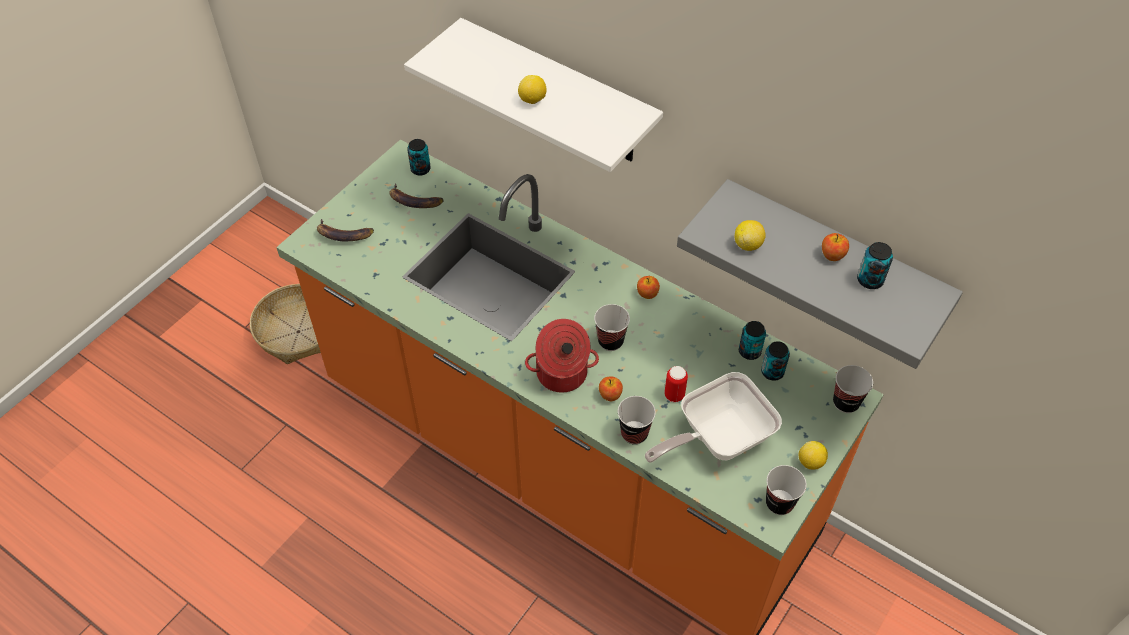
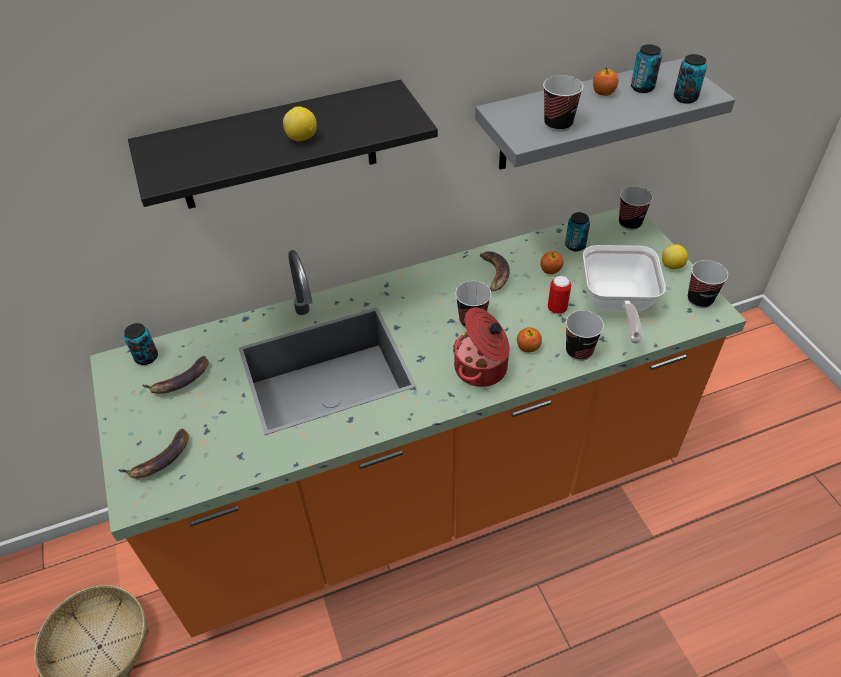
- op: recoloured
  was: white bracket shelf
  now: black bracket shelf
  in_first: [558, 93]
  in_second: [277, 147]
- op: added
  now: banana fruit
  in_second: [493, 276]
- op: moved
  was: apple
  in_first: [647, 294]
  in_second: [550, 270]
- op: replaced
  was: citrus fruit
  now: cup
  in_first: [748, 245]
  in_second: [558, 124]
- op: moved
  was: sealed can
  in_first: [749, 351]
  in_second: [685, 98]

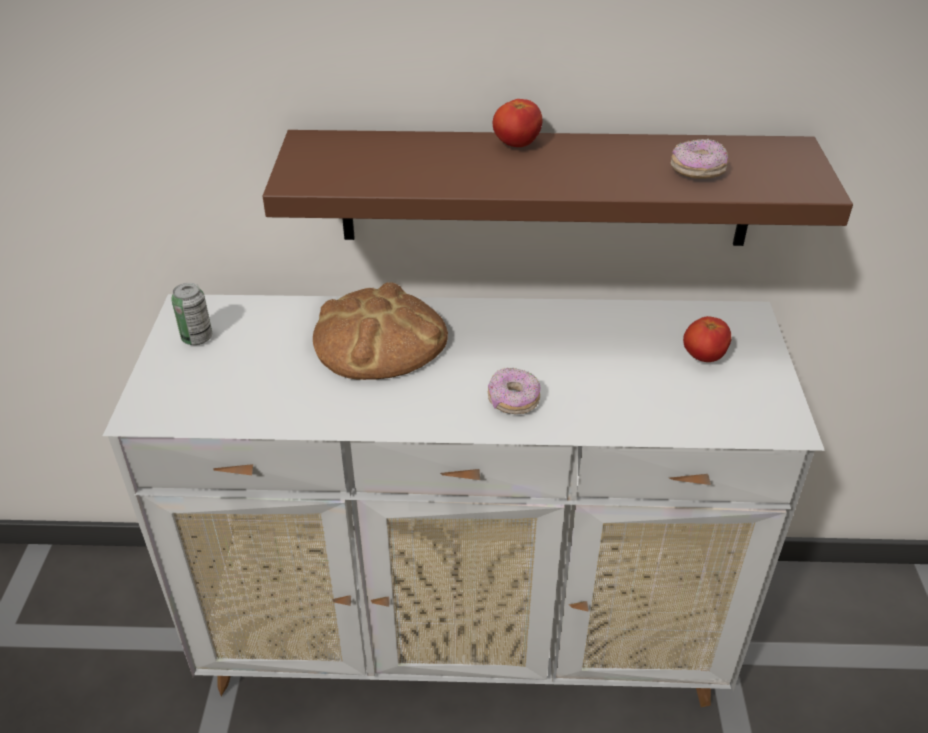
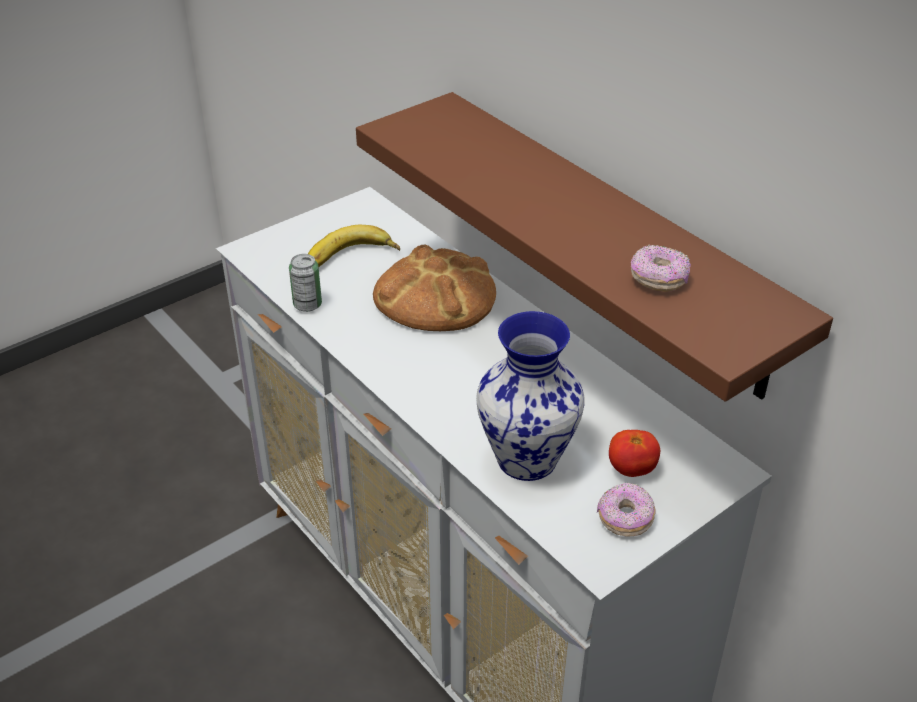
- op: moved
  was: sealed can
  in_first: [197, 338]
  in_second: [307, 305]
- op: added
  now: banana fruit
  in_second: [351, 259]
- op: added
  now: decorative vase
  in_second: [528, 460]
- op: moved
  was: doughnut
  in_first: [513, 400]
  in_second: [624, 519]
- op: removed
  was: fresh tomato
  in_first: [516, 145]

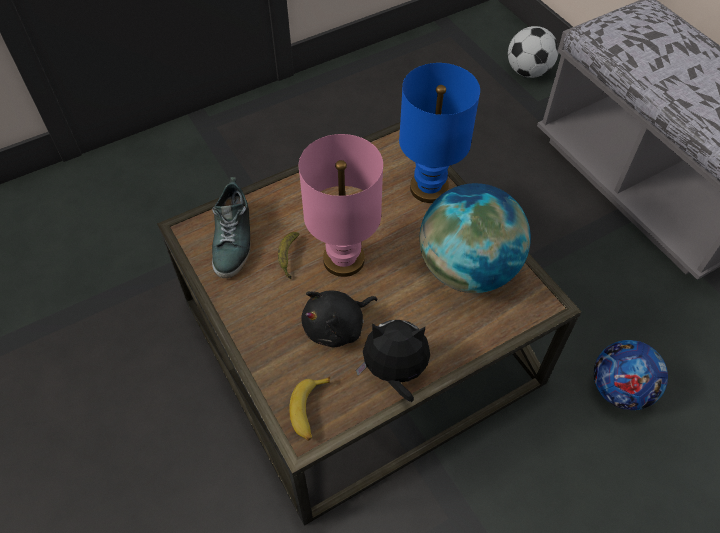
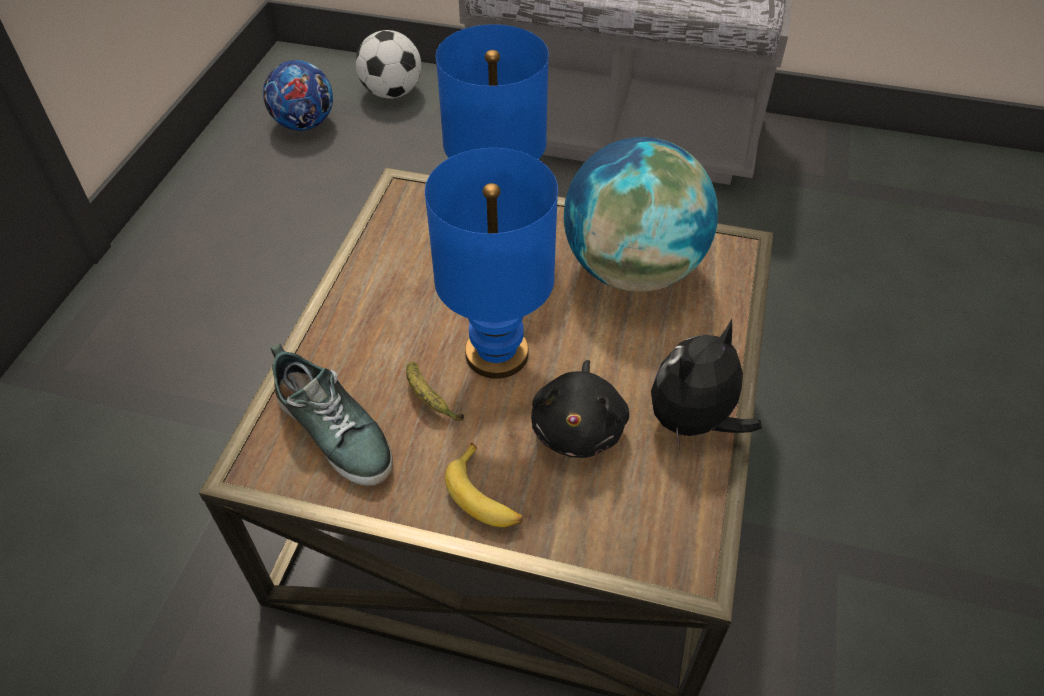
- op: moved
  was: football
  in_first: [619, 390]
  in_second: [304, 124]
- op: recoloured
  was: pink-coloured tabletop lamp
  now: blue-coloured tabletop lamp
  in_first: [343, 259]
  in_second: [495, 354]
- op: moved
  was: banana fruit
  in_first: [310, 411]
  in_second: [485, 496]

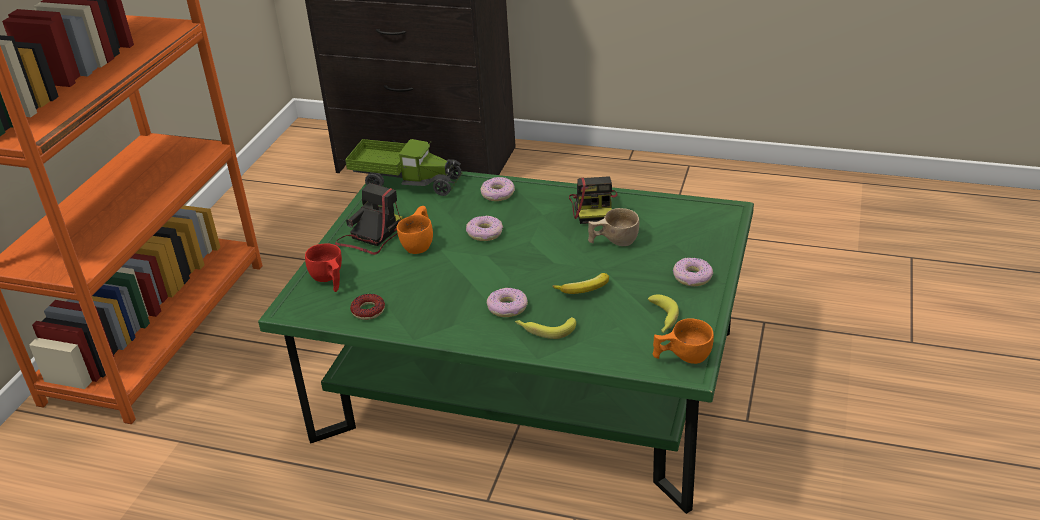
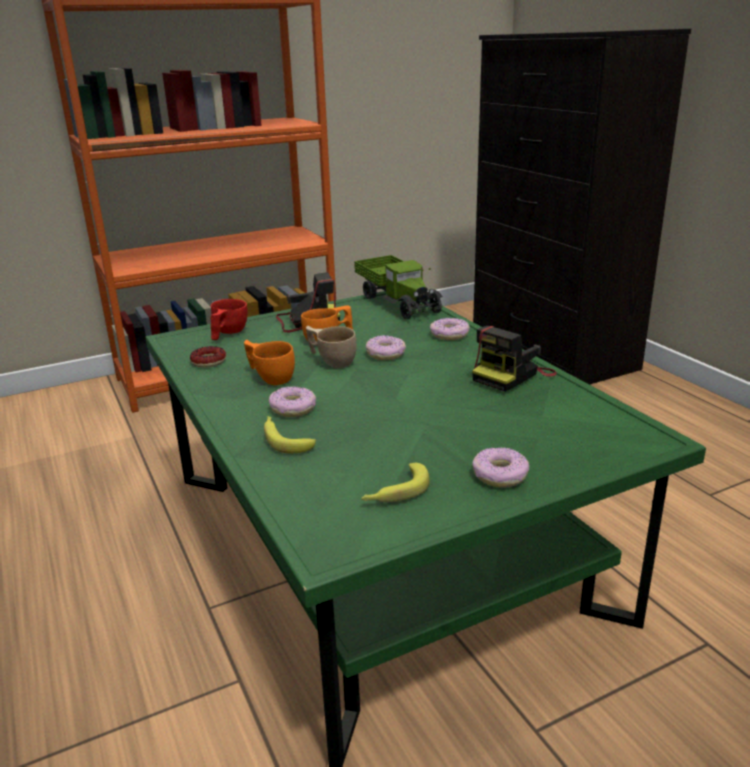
- op: moved
  was: orangey cup
  in_first: [682, 357]
  in_second: [270, 377]
- op: moved
  was: beige cup
  in_first: [613, 241]
  in_second: [331, 361]
- op: removed
  was: banana fruit
  in_first: [584, 289]

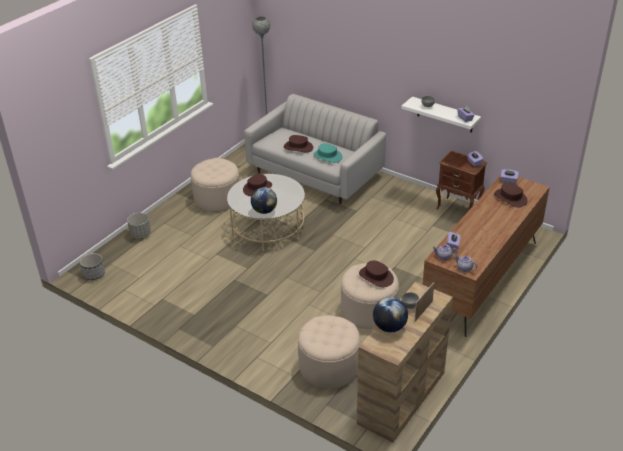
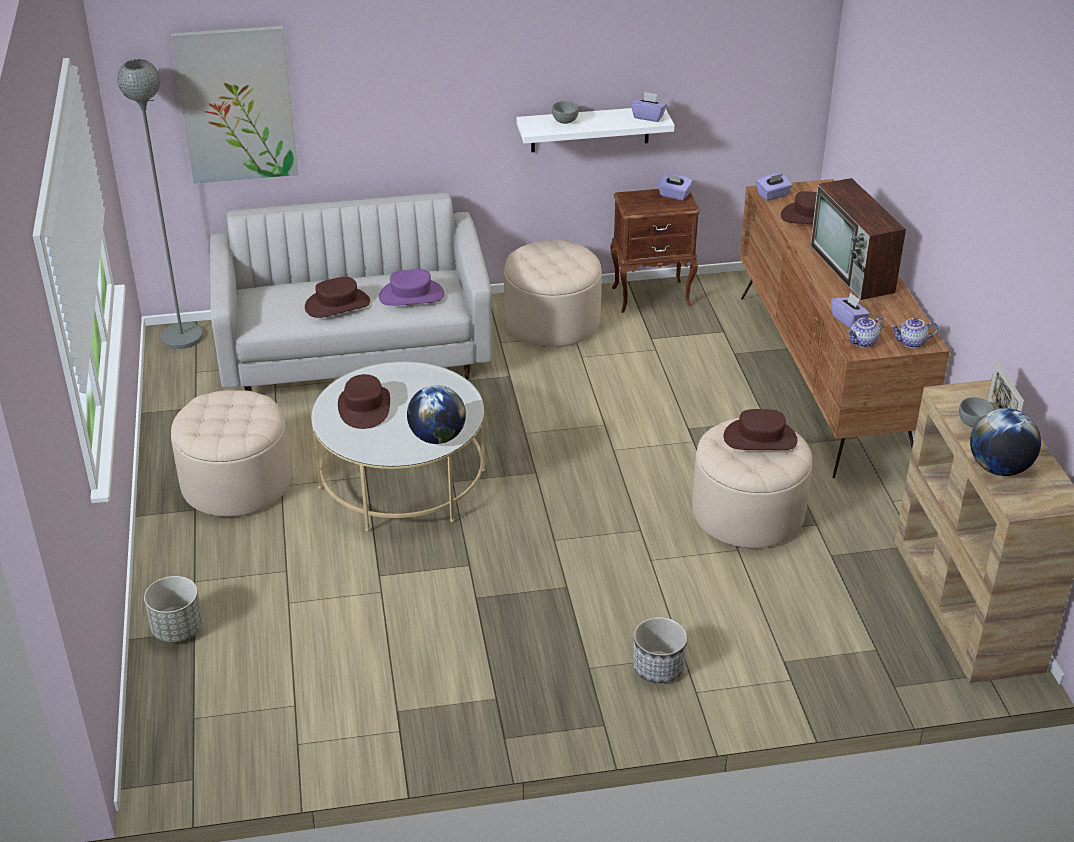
- op: added
  now: wall picture
  in_second: [237, 105]
- op: recoloured
  was: blue-green hat
  now: purple-coloured hat
  in_first: [327, 156]
  in_second: [411, 296]
- op: moved
  was: beige ottoman
  in_first: [329, 366]
  in_second: [552, 322]
- op: moved
  was: plant pot
  in_first: [94, 274]
  in_second: [658, 668]
- op: added
  now: TV
  in_second: [853, 270]

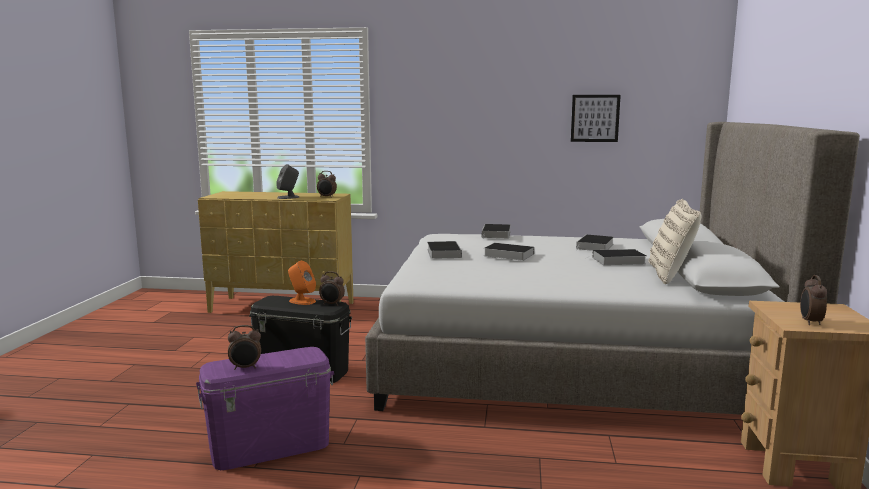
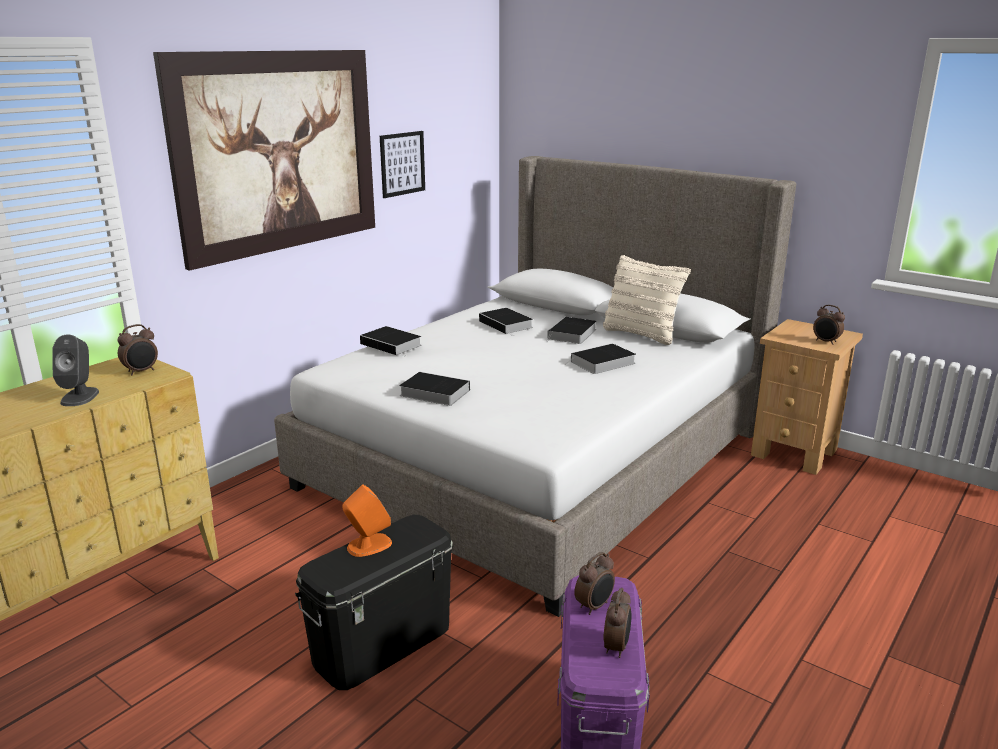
- op: added
  now: wall picture
  in_second: [278, 152]
- op: moved
  was: bound book
  in_first: [507, 255]
  in_second: [601, 363]
- op: moved
  was: bedside clock
  in_first: [332, 304]
  in_second: [594, 606]

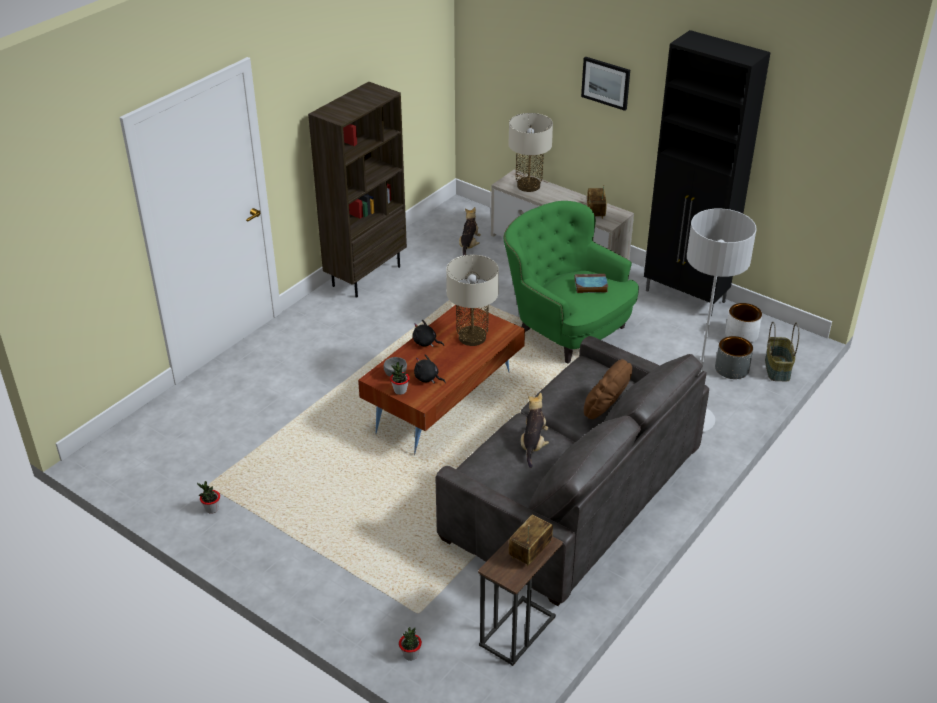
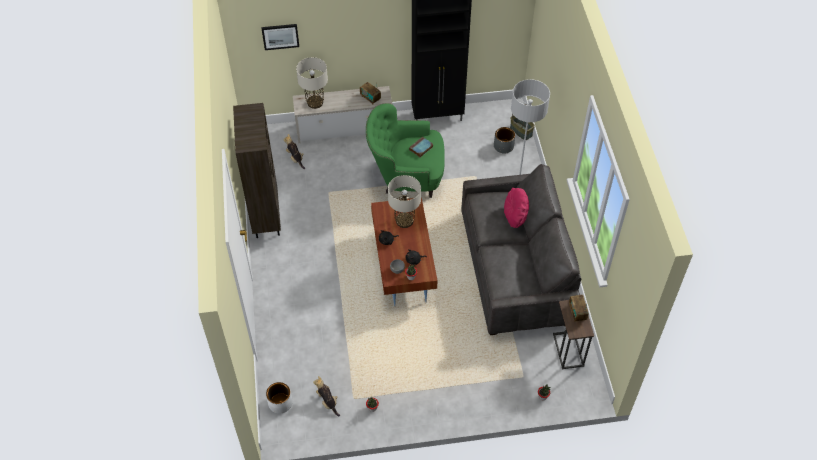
- op: moved
  was: wall picture
  in_first: [606, 83]
  in_second: [280, 36]
- op: moved
  was: white plant pot
  in_first: [741, 335]
  in_second: [280, 403]
- op: moved
  was: cuddly toy
  in_first: [533, 444]
  in_second: [327, 401]
- op: recoloured
  was: brown-coloured cushion
  now: pink-coloured cushion
  in_first: [606, 412]
  in_second: [515, 218]

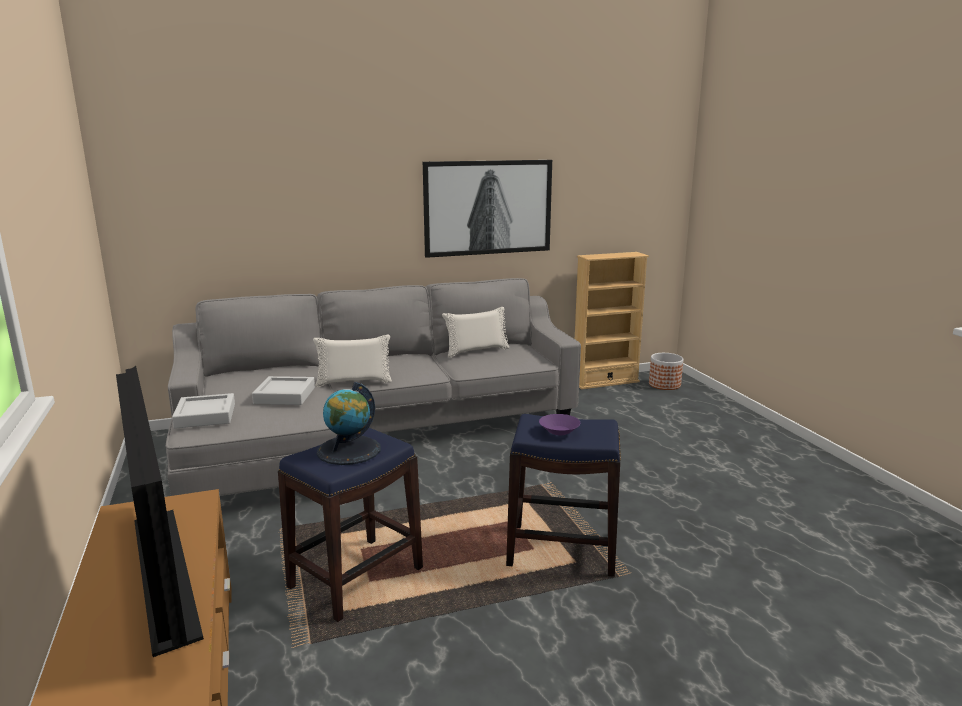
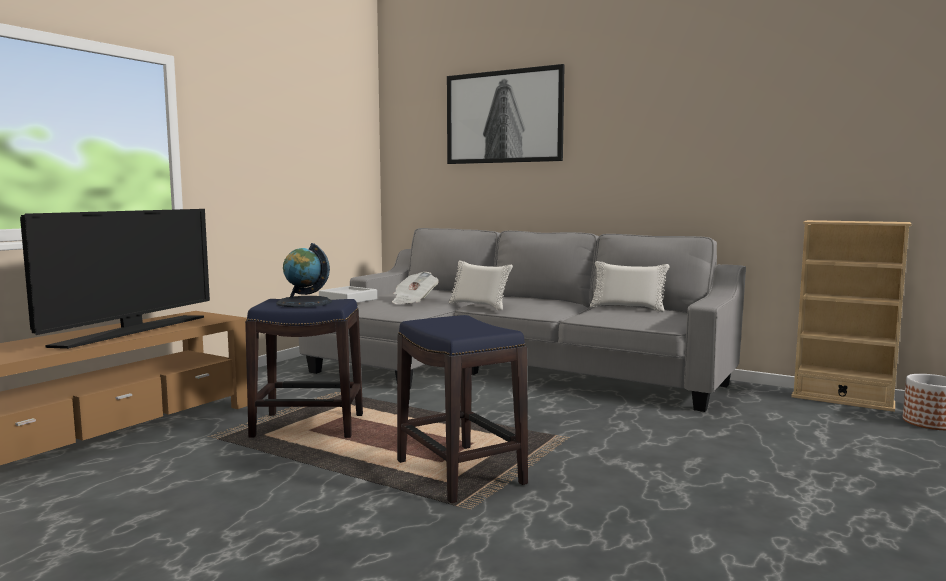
- op: replaced
  was: gray tray
  now: daily paper
  in_first: [285, 395]
  in_second: [413, 301]
- op: moved
  was: wall picture
  in_first: [488, 207]
  in_second: [503, 117]
- op: removed
  was: purple-coloured bowl
  in_first: [559, 432]

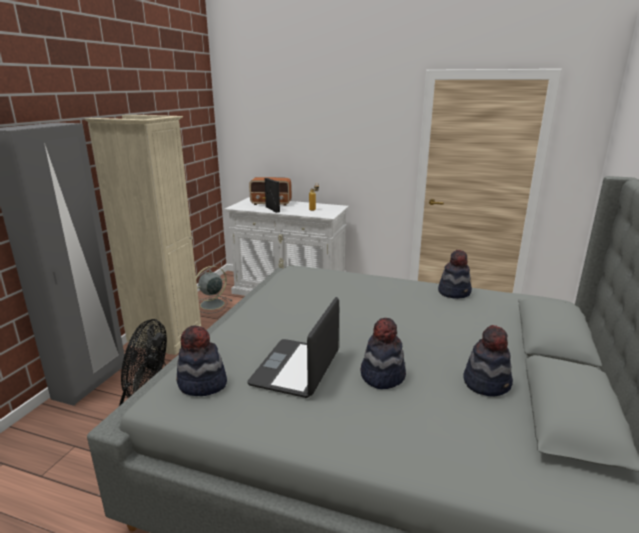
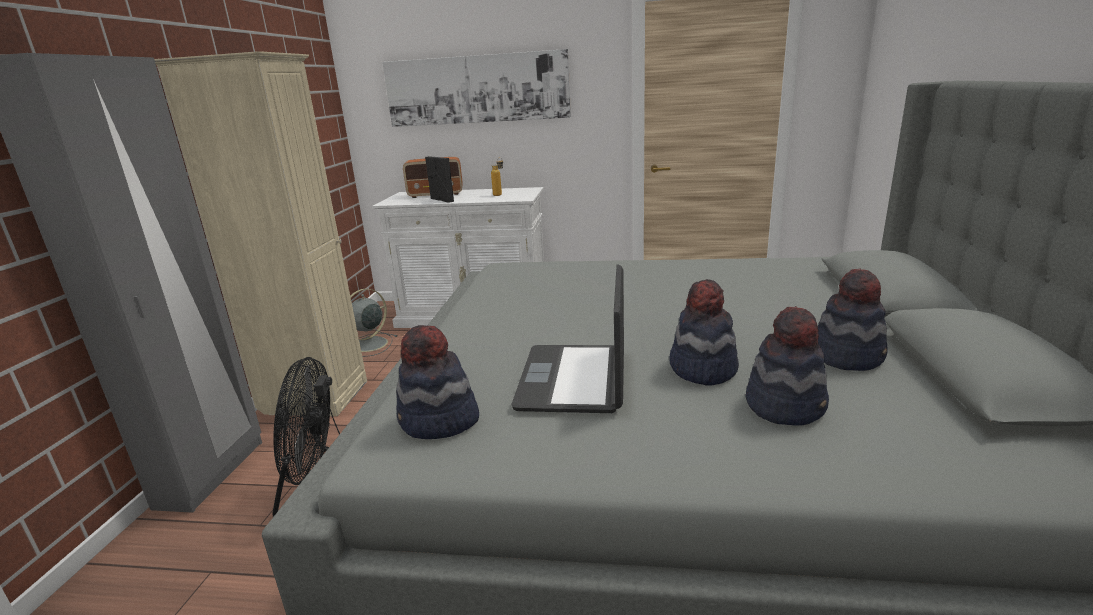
- op: added
  now: wall picture
  in_second: [477, 89]
- op: moved
  was: hat
  in_first: [454, 292]
  in_second: [785, 405]

